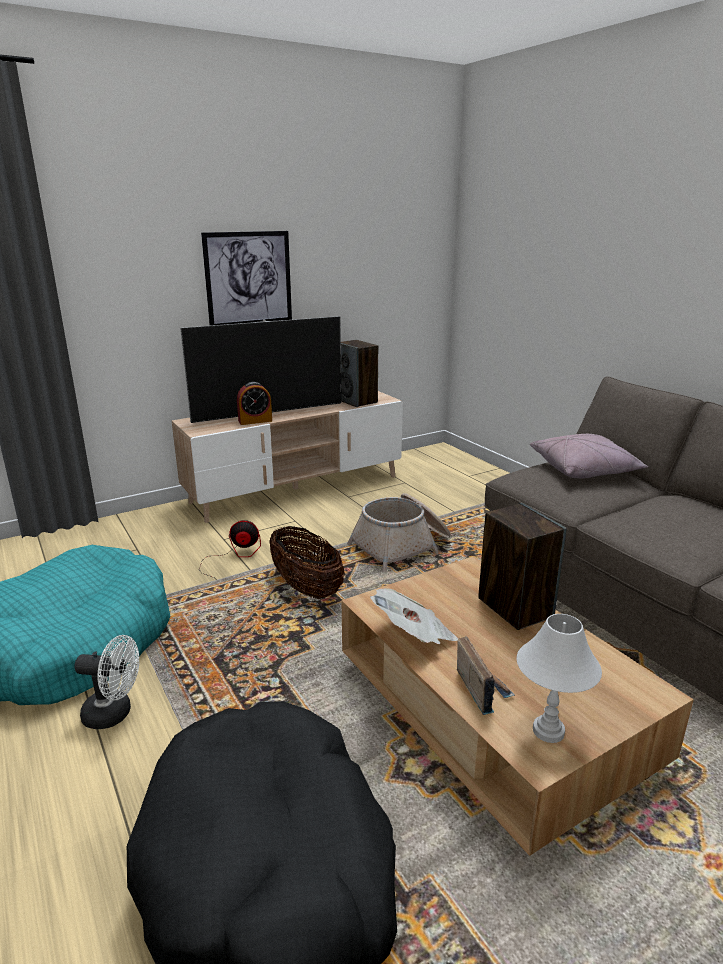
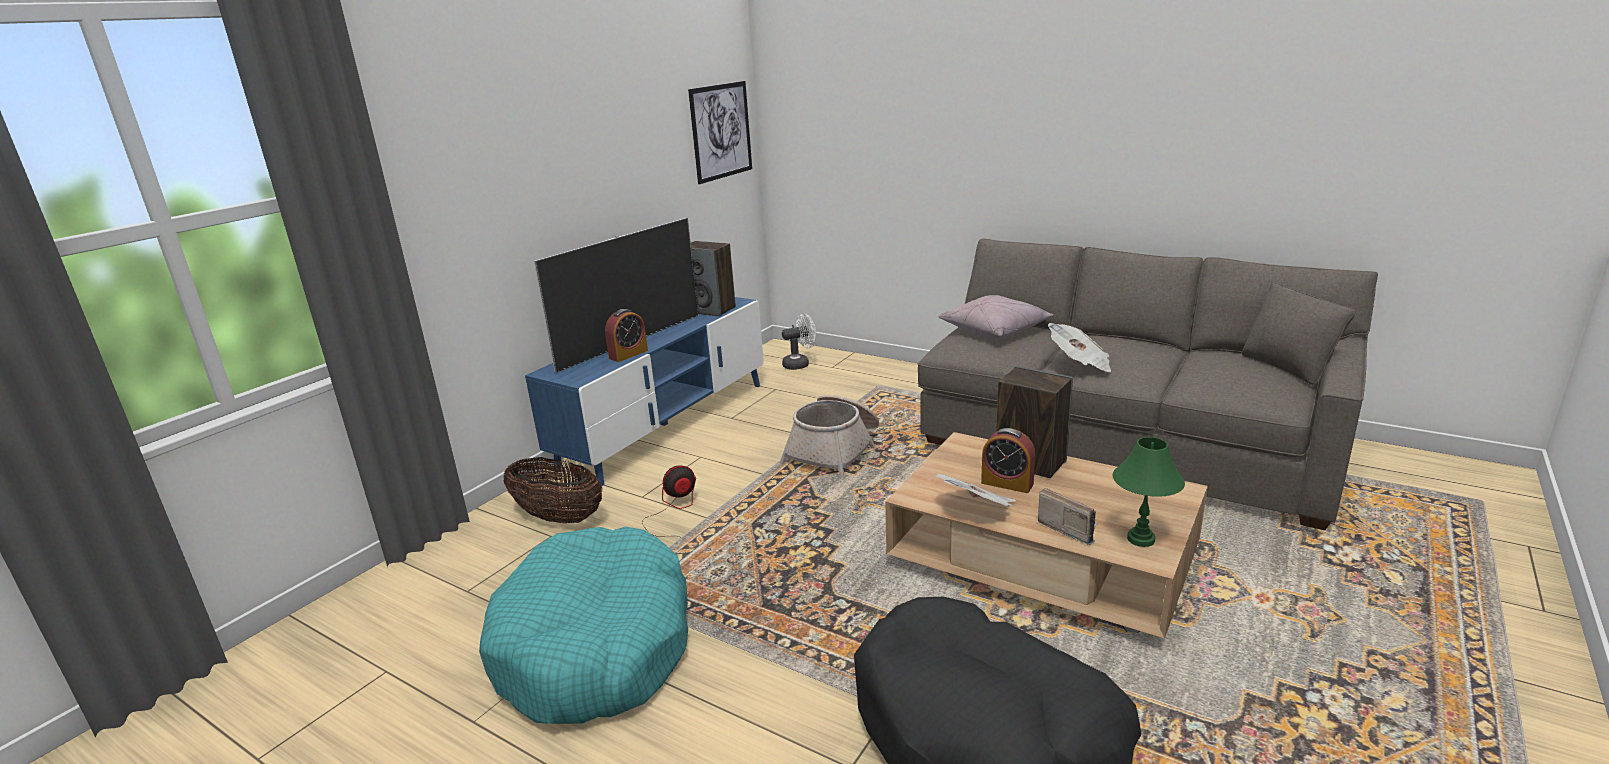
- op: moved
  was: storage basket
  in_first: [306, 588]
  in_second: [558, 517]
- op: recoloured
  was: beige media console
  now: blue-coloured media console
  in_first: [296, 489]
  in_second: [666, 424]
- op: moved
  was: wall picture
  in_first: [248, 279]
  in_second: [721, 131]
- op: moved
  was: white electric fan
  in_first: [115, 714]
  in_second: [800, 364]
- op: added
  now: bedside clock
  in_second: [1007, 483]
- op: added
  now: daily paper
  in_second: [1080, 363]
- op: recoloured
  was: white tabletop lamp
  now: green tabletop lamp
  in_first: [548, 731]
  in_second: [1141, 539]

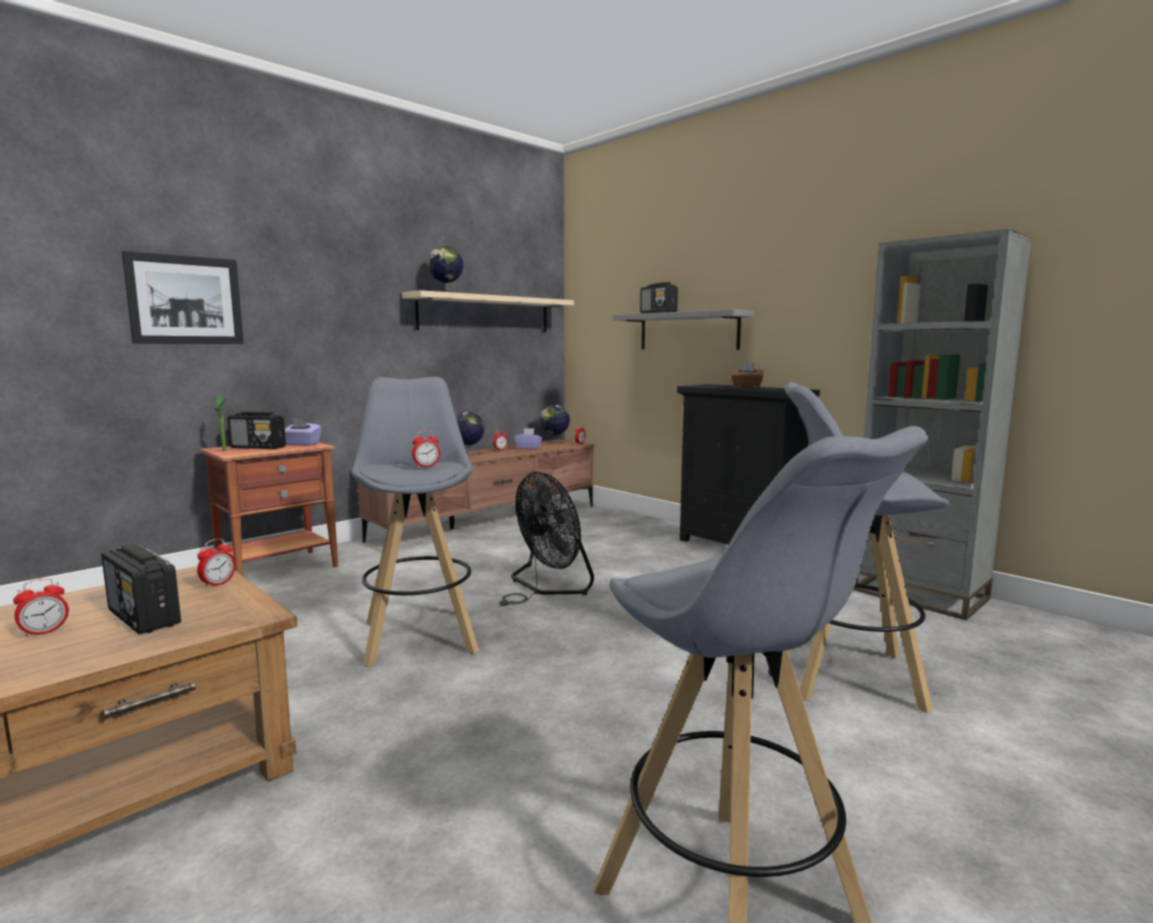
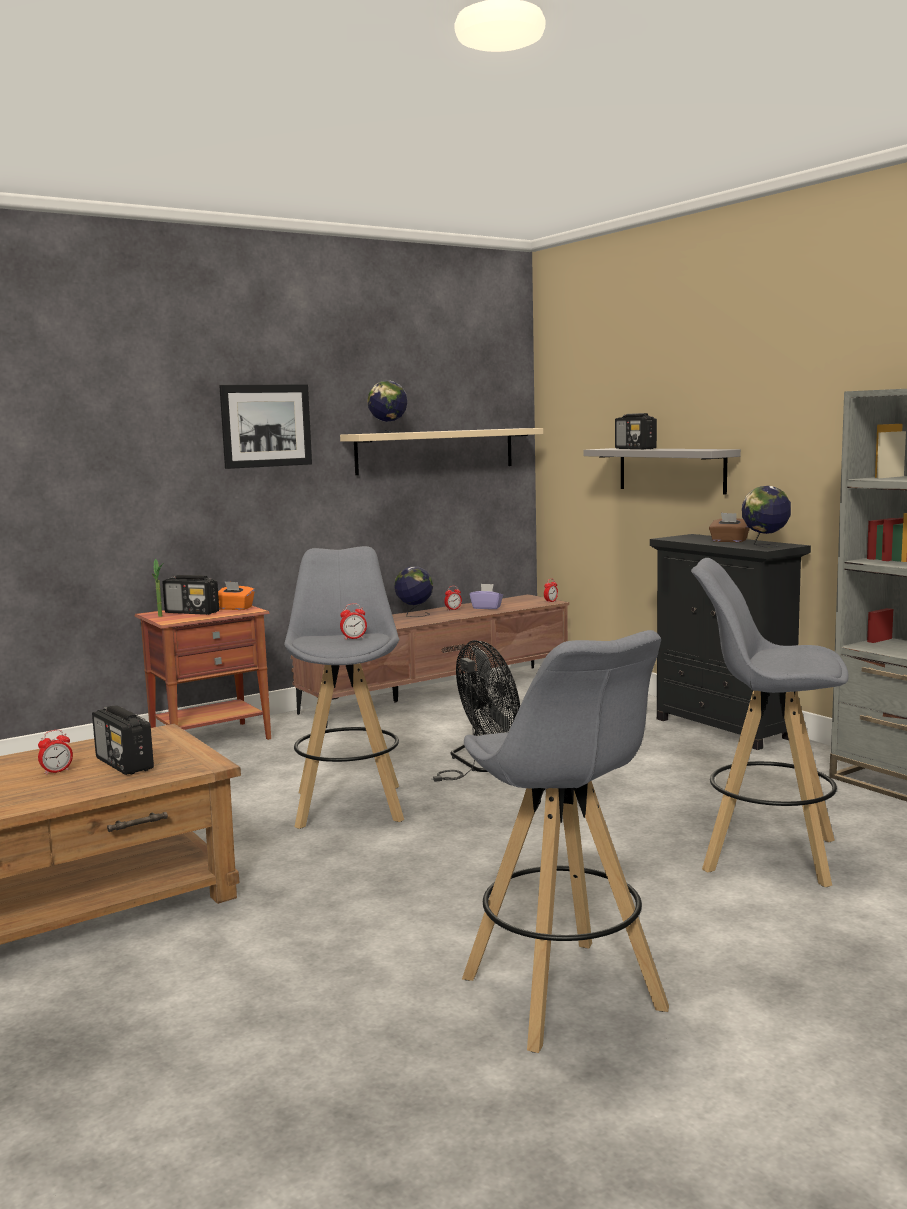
- op: recoloured
  was: purple-coloured box of tissues
  now: orangey box of tissues
  in_first: [301, 444]
  in_second: [234, 608]
- op: moved
  was: wall picture
  in_first: [185, 300]
  in_second: [266, 425]
- op: moved
  was: desk globe
  in_first: [555, 443]
  in_second: [765, 546]
- op: removed
  was: bedside clock
  in_first: [218, 584]

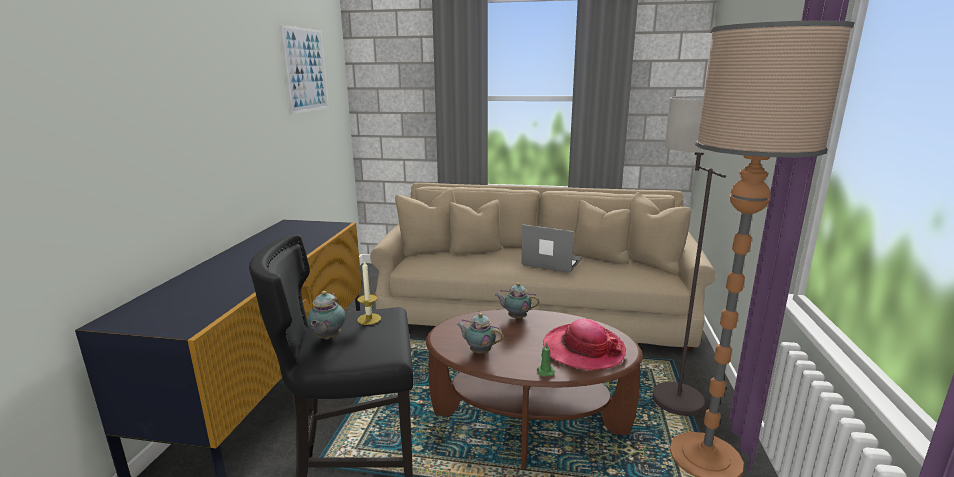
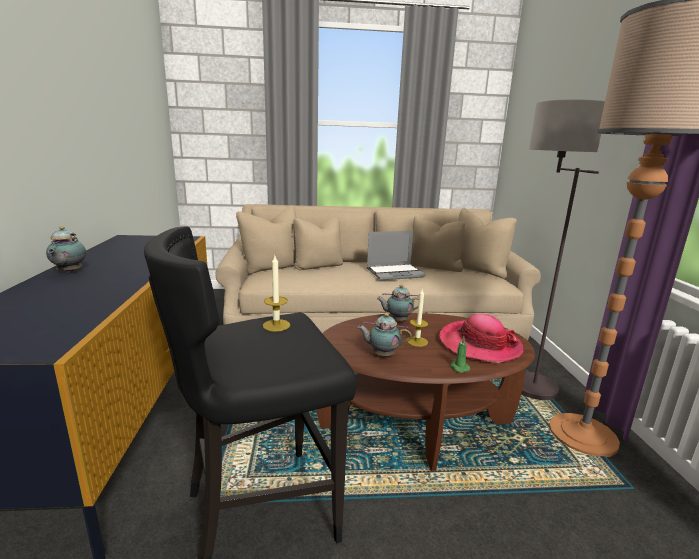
- op: moved
  was: pot for tea
  in_first: [327, 338]
  in_second: [68, 272]
- op: turned
  was: laptop
  in_first: [550, 262]
  in_second: [395, 273]
  clockwise: 150
- op: added
  now: wax light
  in_second: [417, 341]
- op: removed
  was: wall picture
  in_first: [305, 70]

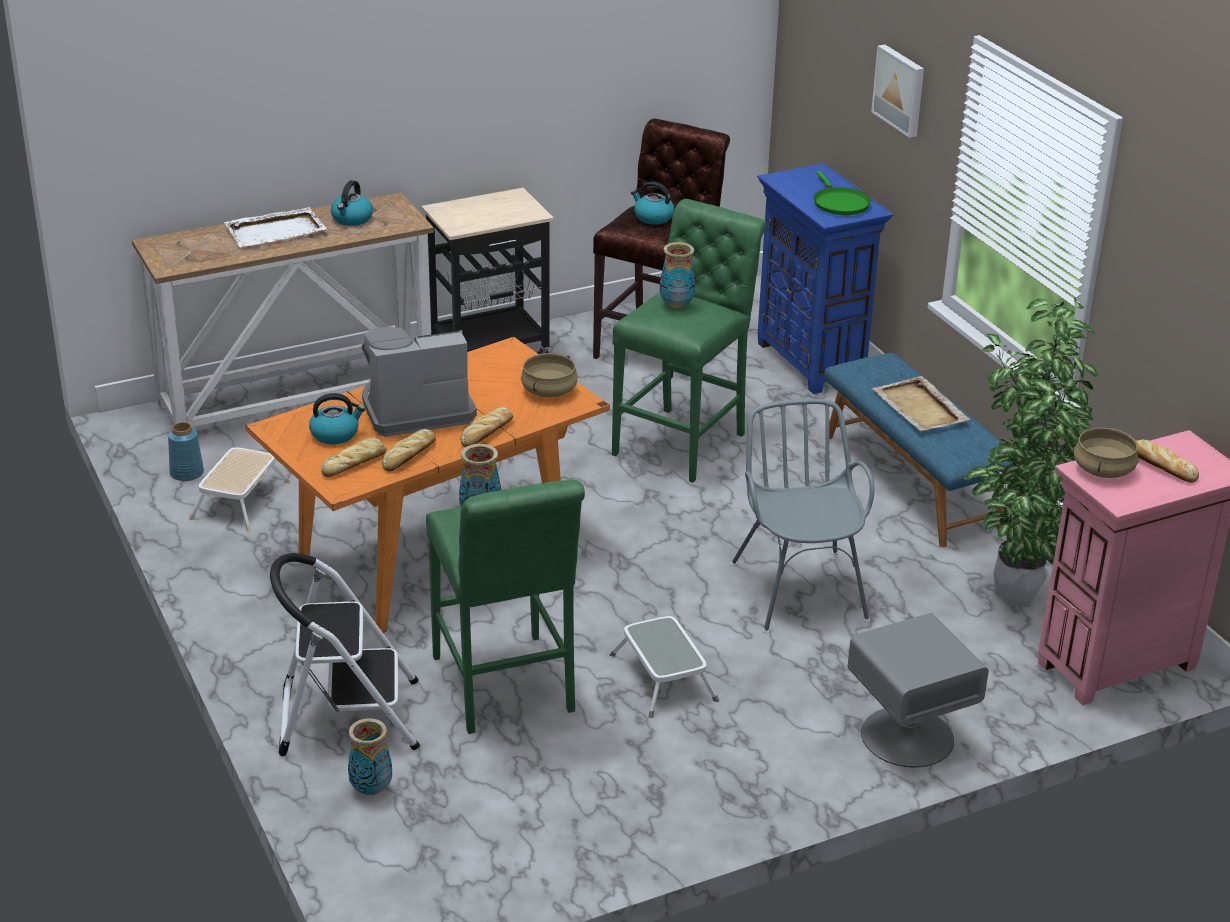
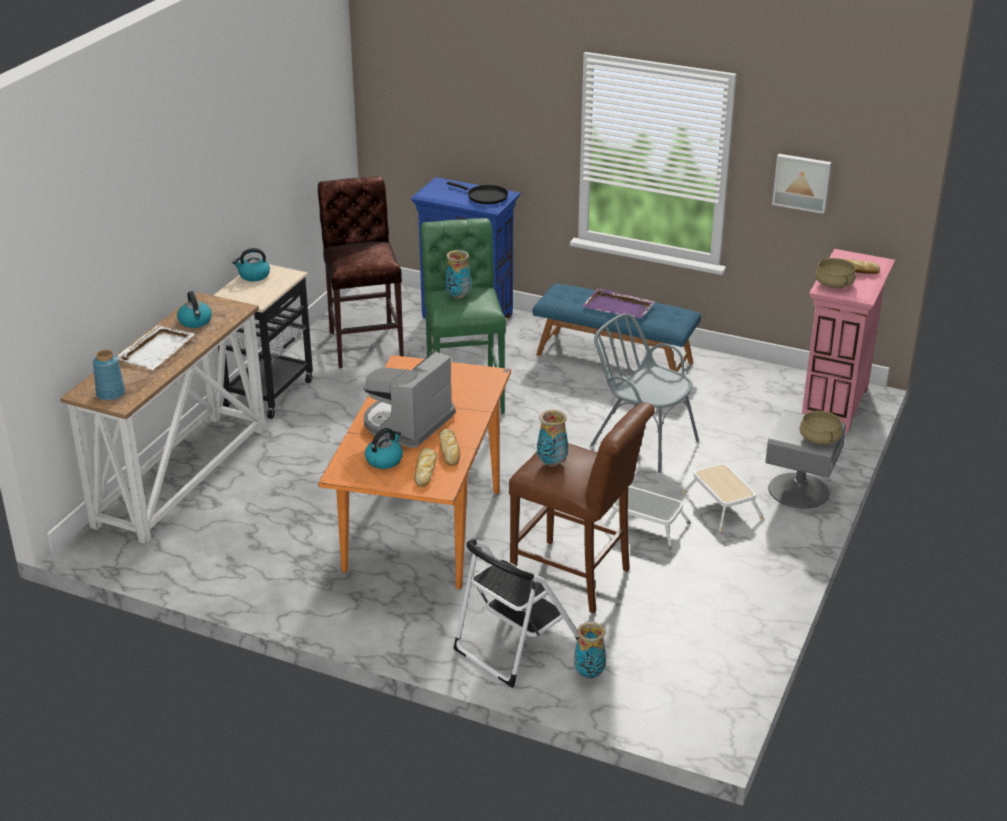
- op: moved
  was: blue-coloured decorative vase
  in_first: [187, 473]
  in_second: [111, 394]
- op: moved
  was: tea kettle
  in_first: [653, 217]
  in_second: [253, 276]
- op: recoloured
  was: green skillet
  now: black skillet
  in_first: [839, 203]
  in_second: [485, 197]
- op: recoloured
  was: green stool seat
  now: brown-coloured stool seat
  in_first: [504, 689]
  in_second: [576, 579]
- op: recoloured
  was: beige tray
  now: purple-coloured tray
  in_first: [920, 408]
  in_second: [619, 306]
- op: moved
  was: beige step stool
  in_first: [240, 500]
  in_second: [722, 505]
- op: moved
  was: wall picture
  in_first: [900, 90]
  in_second: [802, 182]
- op: moved
  was: beige cooking pot
  in_first: [549, 391]
  in_second: [820, 439]
- op: removed
  was: baked bread
  in_first: [486, 433]
- op: removed
  was: houseplant
  in_first: [1011, 594]

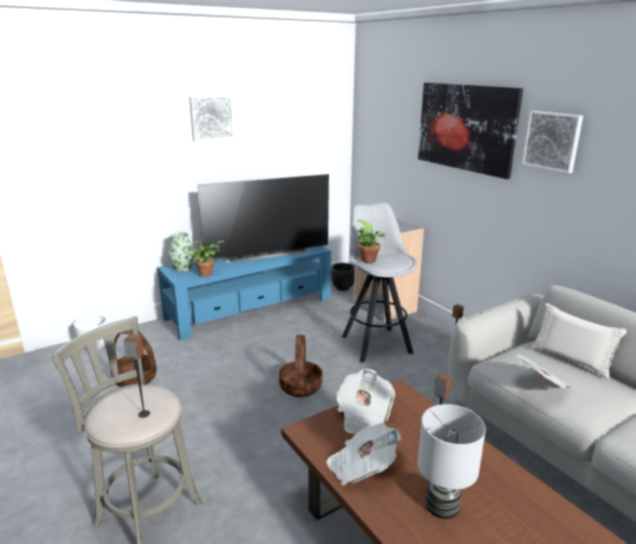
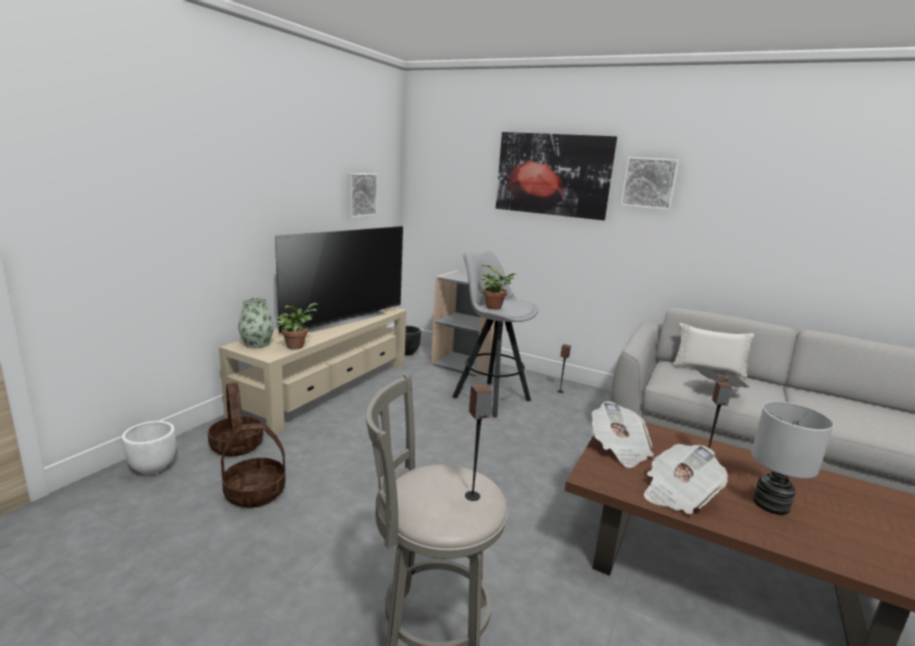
- op: moved
  was: storage basket
  in_first: [301, 387]
  in_second: [237, 445]
- op: recoloured
  was: blue-coloured media console
  now: beige media console
  in_first: [250, 308]
  in_second: [326, 387]
- op: moved
  was: wall picture
  in_first: [211, 118]
  in_second: [360, 194]

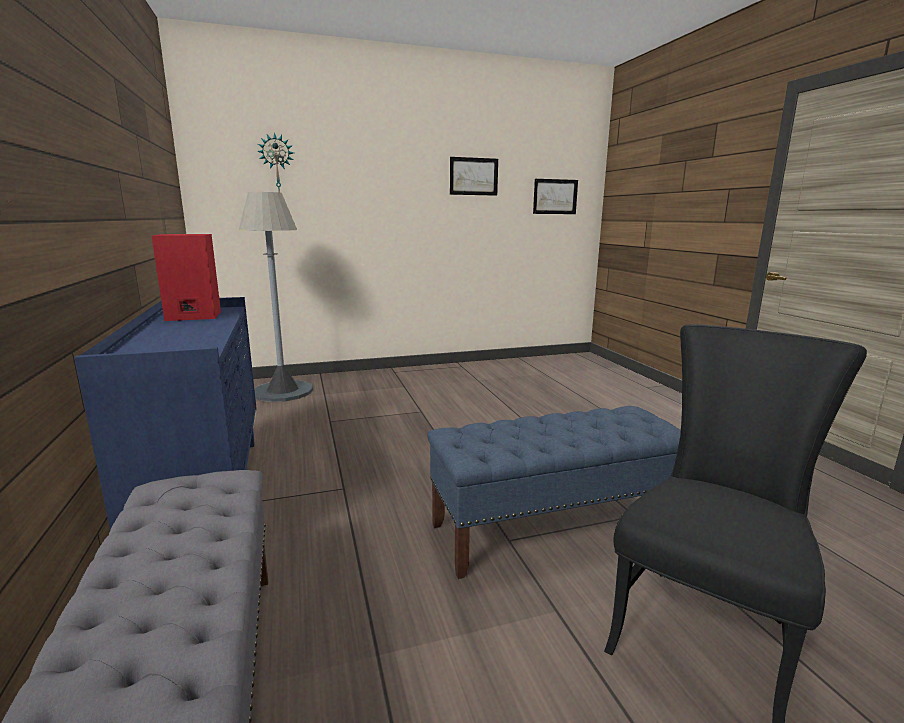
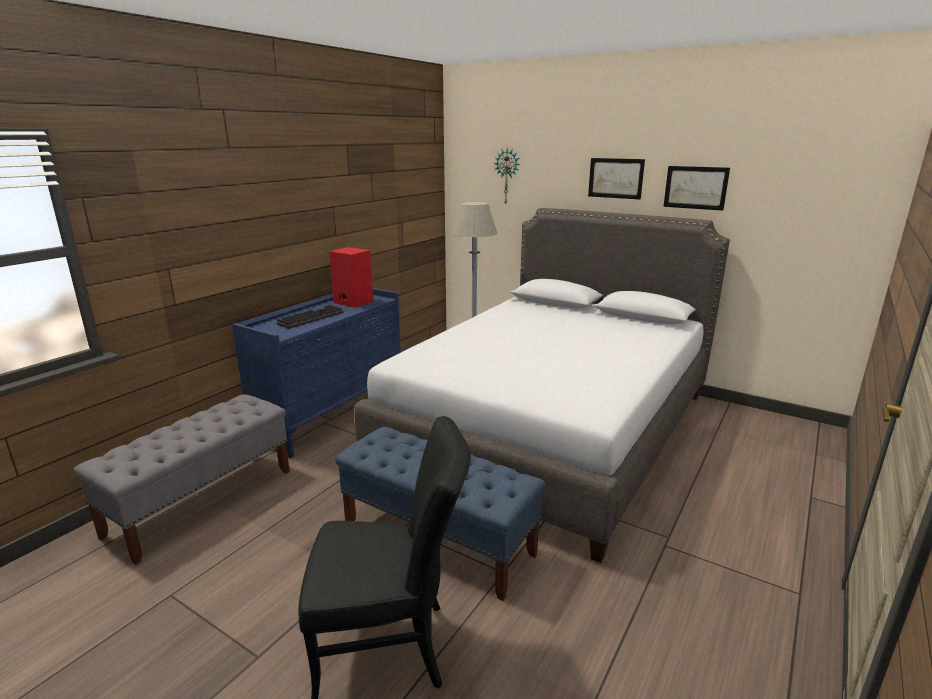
- op: added
  now: keyboard
  in_second: [311, 318]
- op: added
  now: gray bedroom bed
  in_second: [550, 428]
- op: moved
  was: wall picture
  in_first: [555, 196]
  in_second: [615, 178]

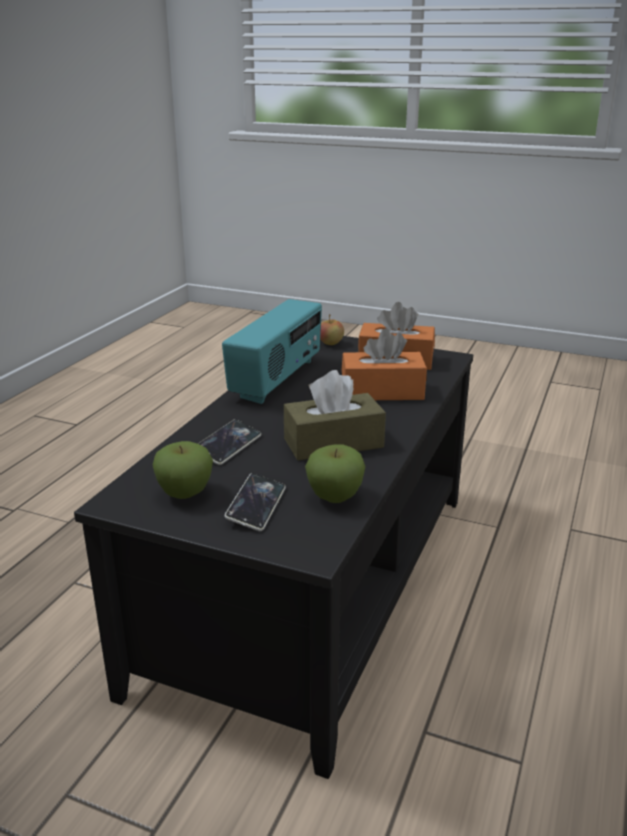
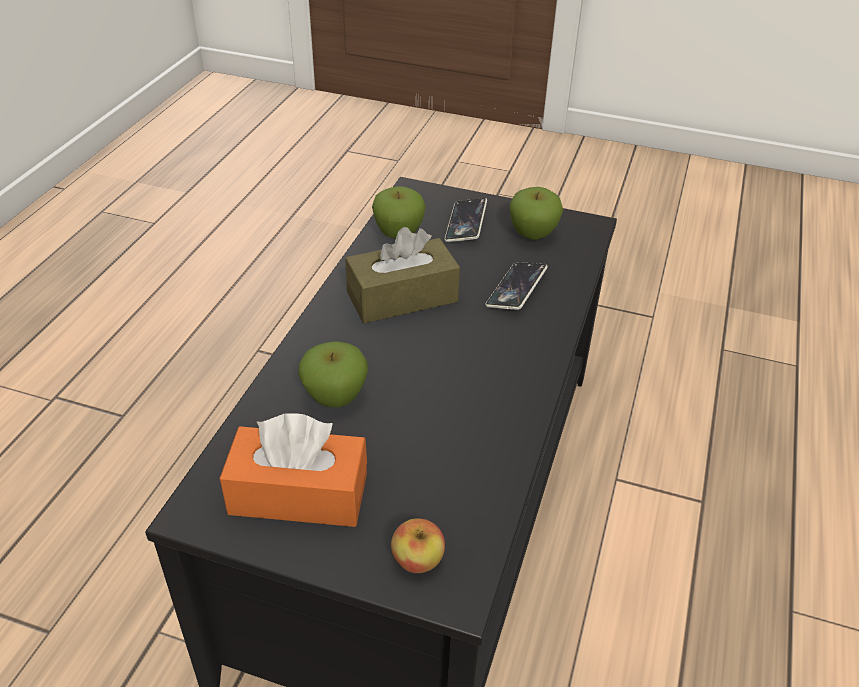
- op: replaced
  was: orangey box of tissues
  now: apple
  in_first: [382, 391]
  in_second: [335, 397]
- op: removed
  was: radio set
  in_first: [277, 380]

